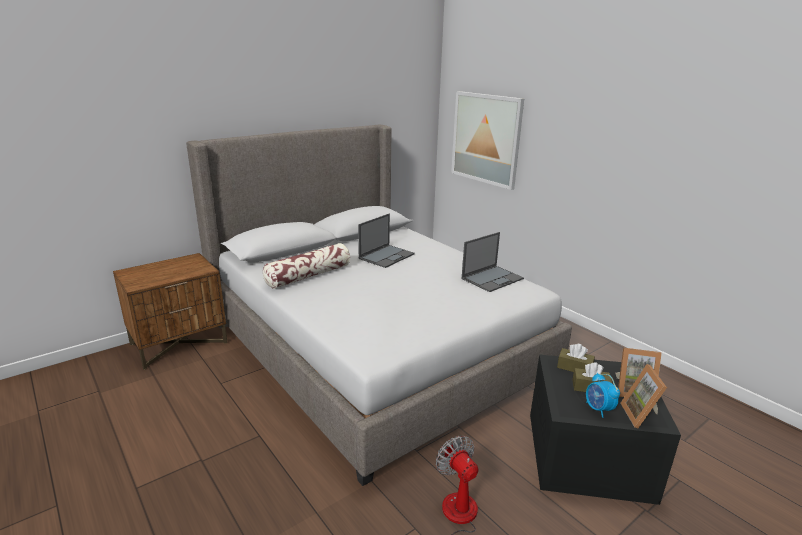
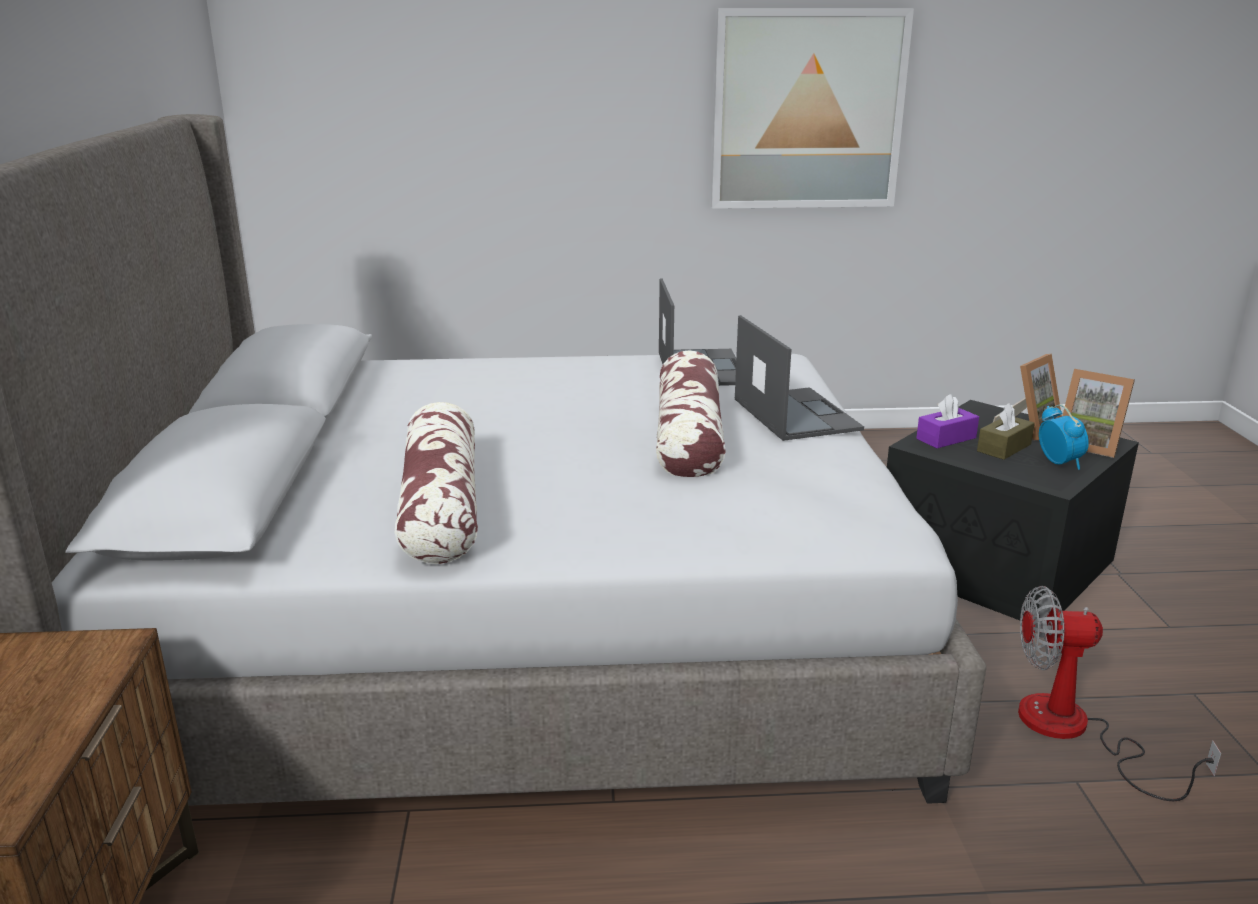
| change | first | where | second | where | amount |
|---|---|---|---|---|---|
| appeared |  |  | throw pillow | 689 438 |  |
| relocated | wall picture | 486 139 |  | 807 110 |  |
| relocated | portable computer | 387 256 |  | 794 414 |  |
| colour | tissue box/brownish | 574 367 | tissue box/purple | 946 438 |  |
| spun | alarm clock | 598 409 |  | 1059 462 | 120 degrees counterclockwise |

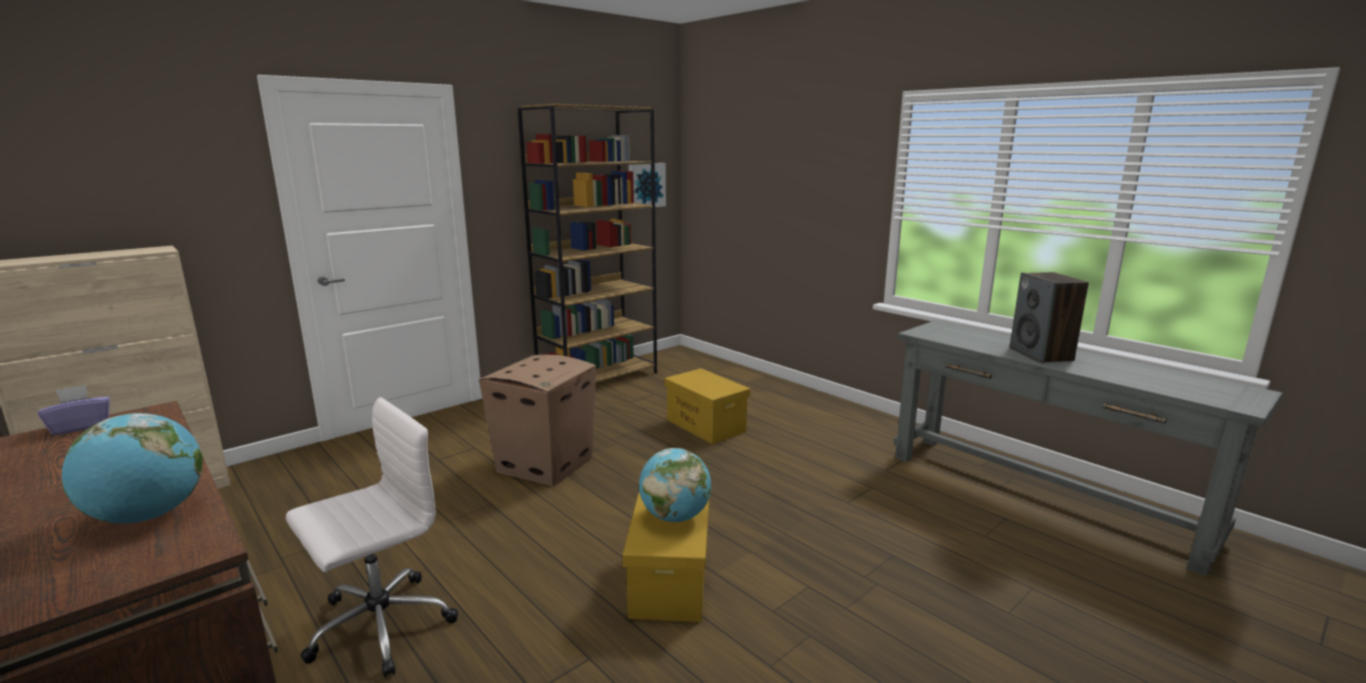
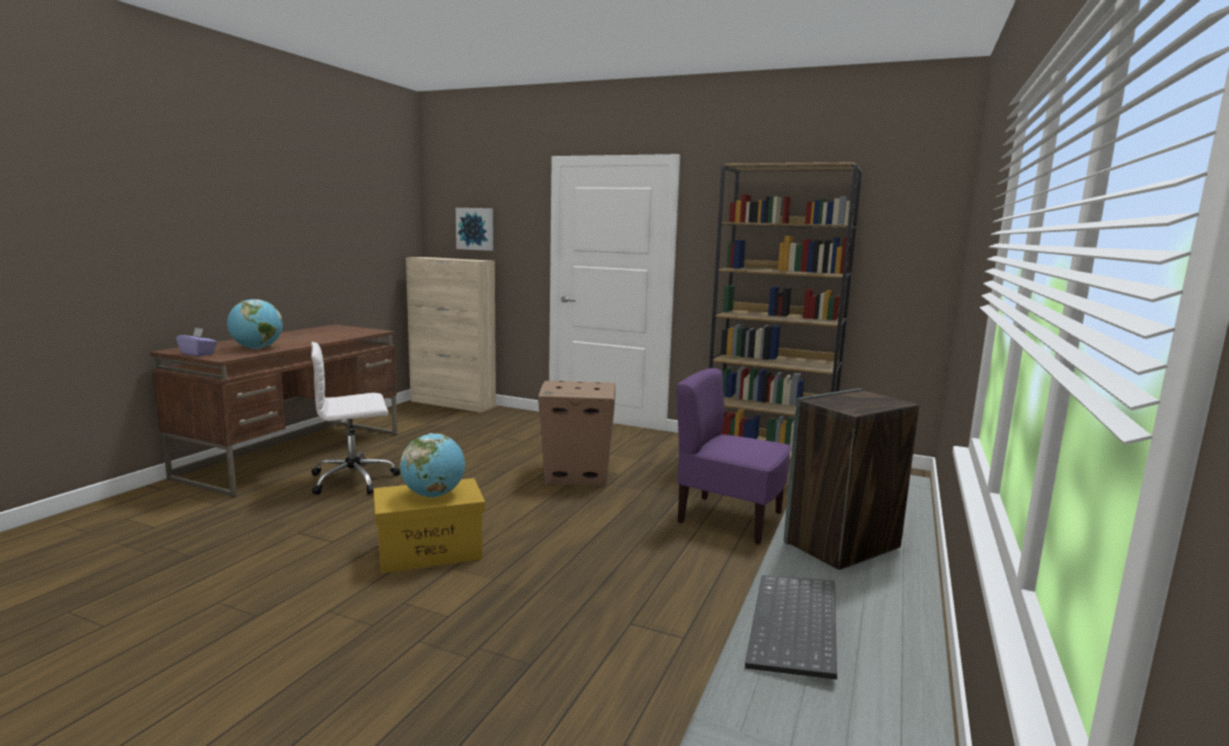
| change | first | where | second | where | amount |
|---|---|---|---|---|---|
| relocated | tissue box/purple | 81 426 |  | 198 354 |  |
| spun | computer chair/white | 378 626 |  | 355 479 | 135 degrees clockwise |
| relocated | wall picture | 646 185 |  | 475 229 |  |
| exchanged | storage bin/yellow | 705 425 | upright chair/purple | 729 519 |  |
| appeared |  |  | keyboard | 797 628 |  |

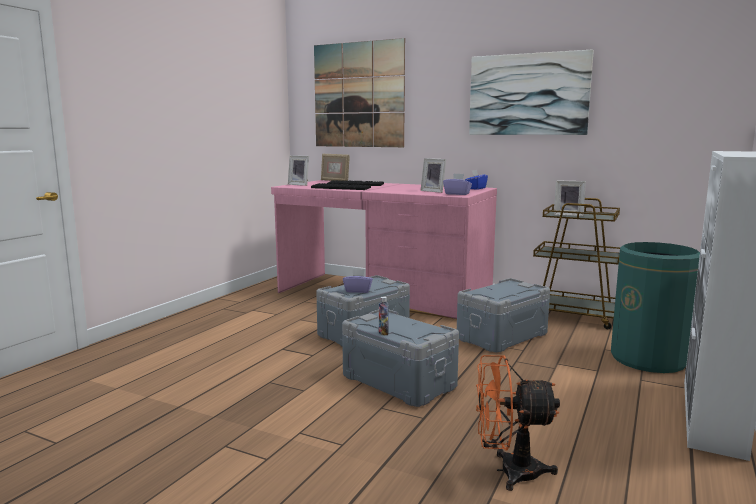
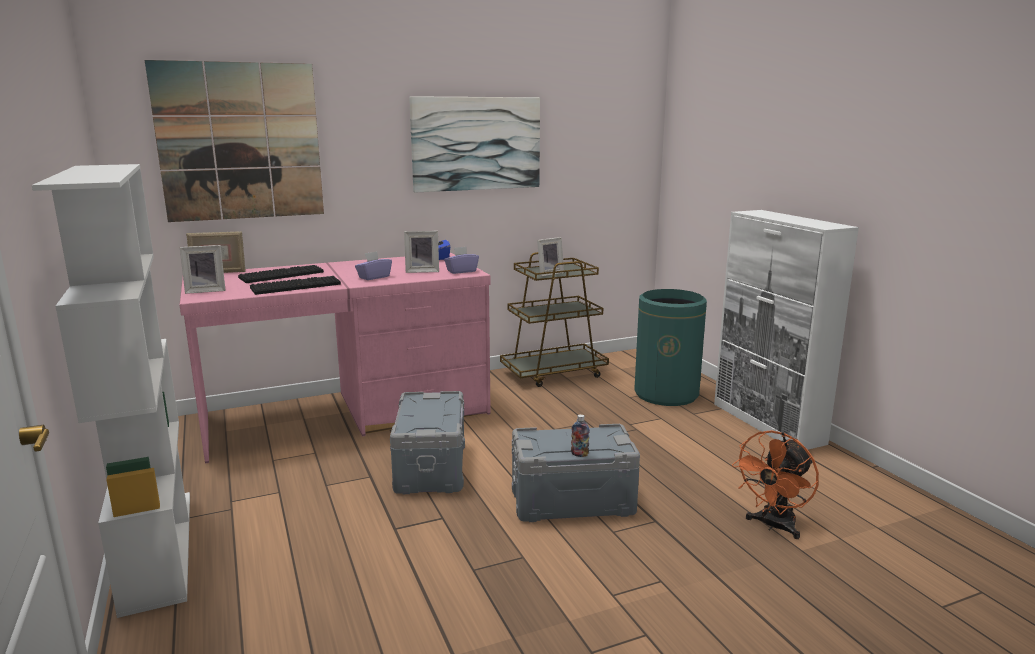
| change | first | where | second | where | amount |
|---|---|---|---|---|---|
| appeared |  |  | bookcase/white | 157 547 |  |
| relocated | tissue box/purple | 358 290 |  | 374 277 |  |
| missing | storage bin/greyish | 503 336 |  |  |  |

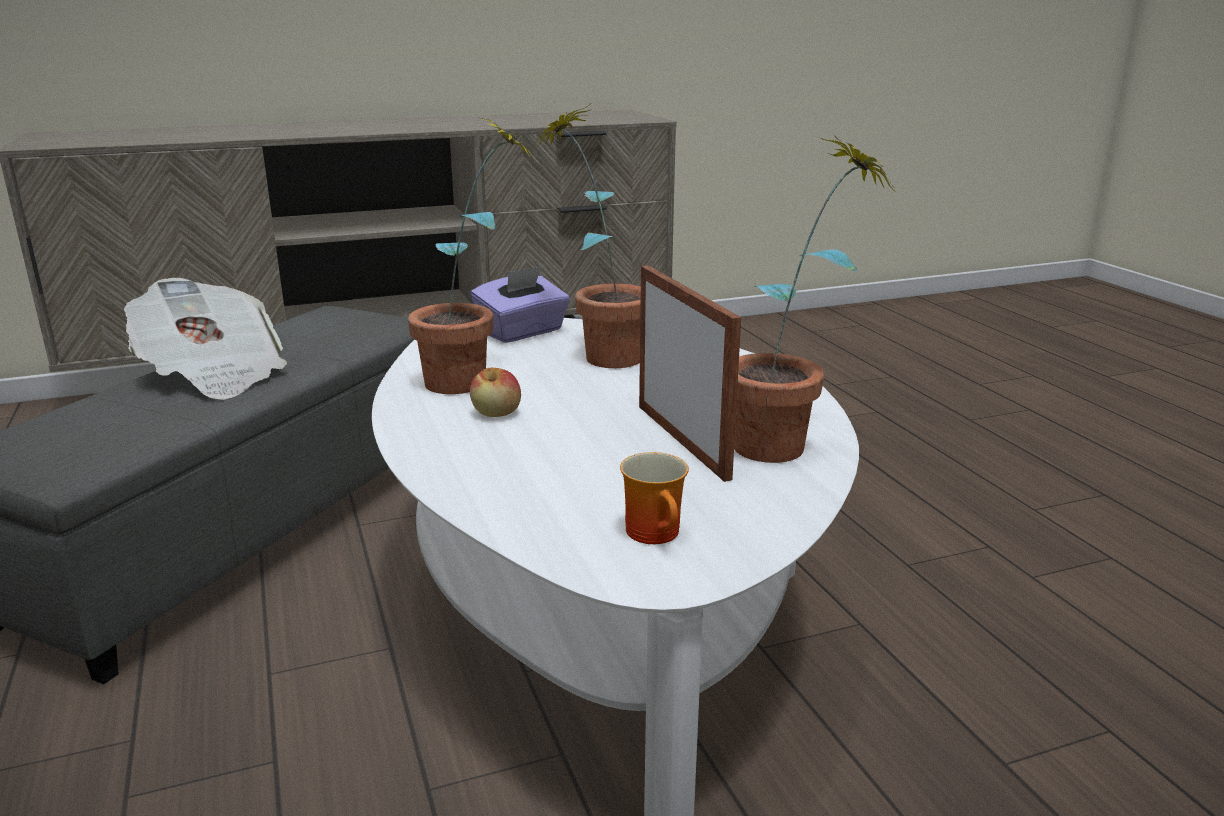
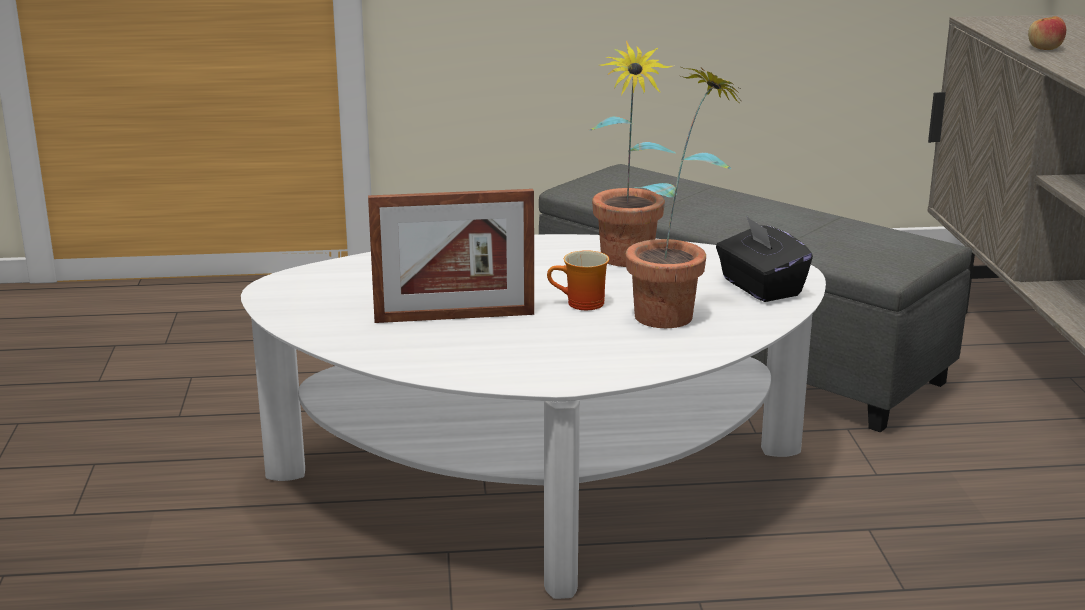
| change | first | where | second | where | amount |
|---|---|---|---|---|---|
| relocated | tea mug | 659 533 |  | 581 304 |  |
| colour | tissue box/purple | 522 332 | tissue box/blackish | 760 288 |  |
| relocated | apple | 496 413 |  | 1044 48 |  |
| missing | daily paper | 213 375 |  |  |  |
| missing | plant in a pot | 789 444 |  |  |  |

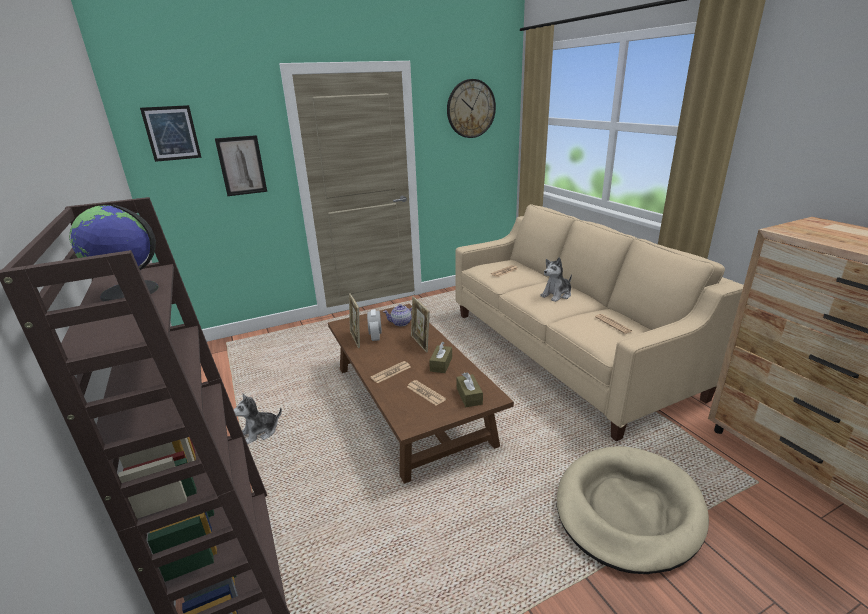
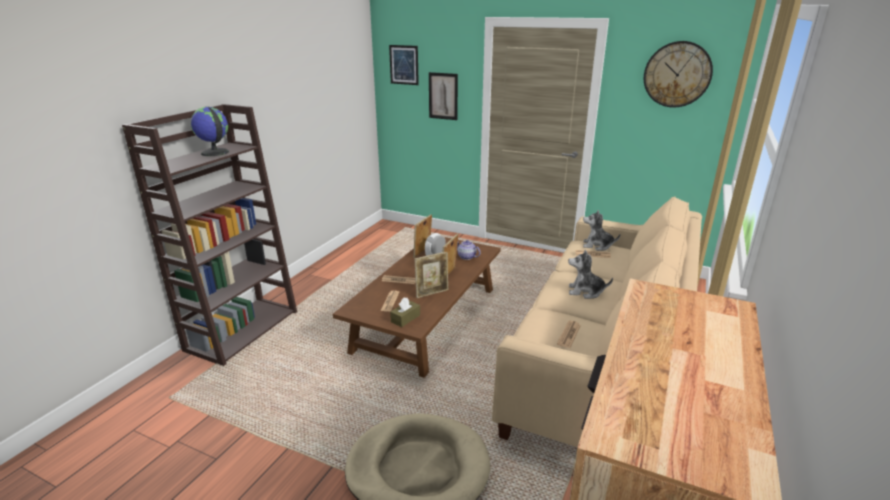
| change | first | where | second | where | amount |
|---|---|---|---|---|---|
| exchanged | tissue box/brownish | 441 364 | picture frame | 432 293 |  |
| relocated | cuddly toy | 260 432 |  | 597 246 |  |

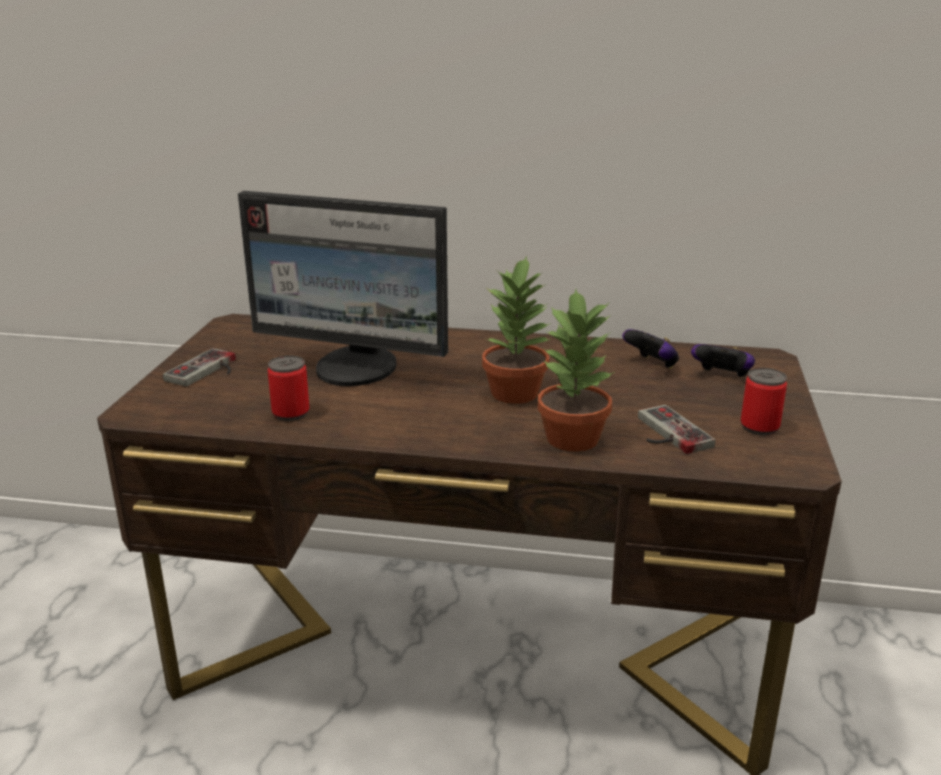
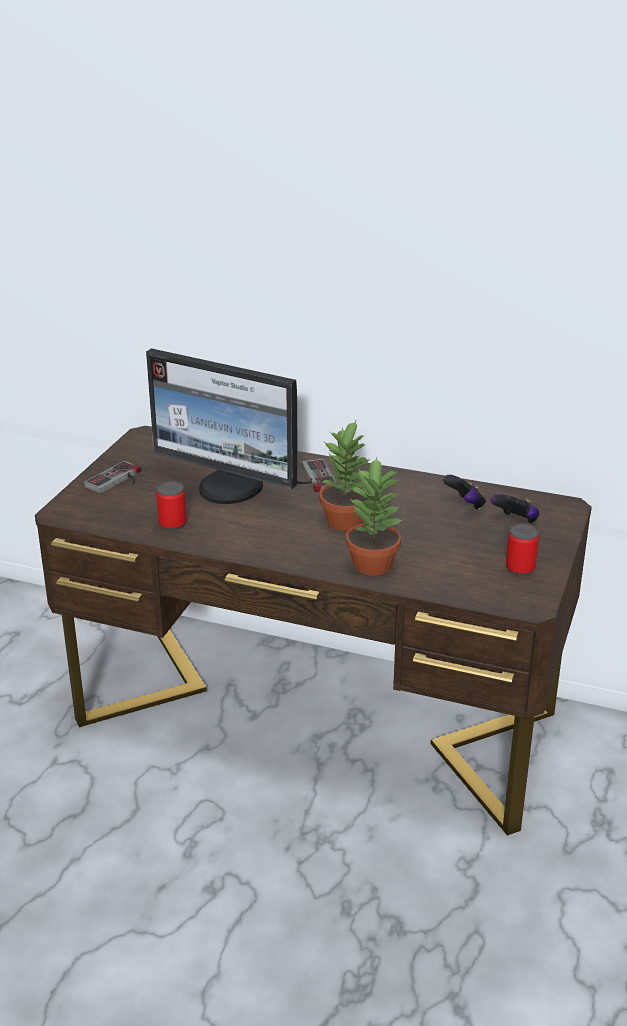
| change | first | where | second | where | amount |
|---|---|---|---|---|---|
| relocated | joypad | 666 434 |  | 312 478 |  |

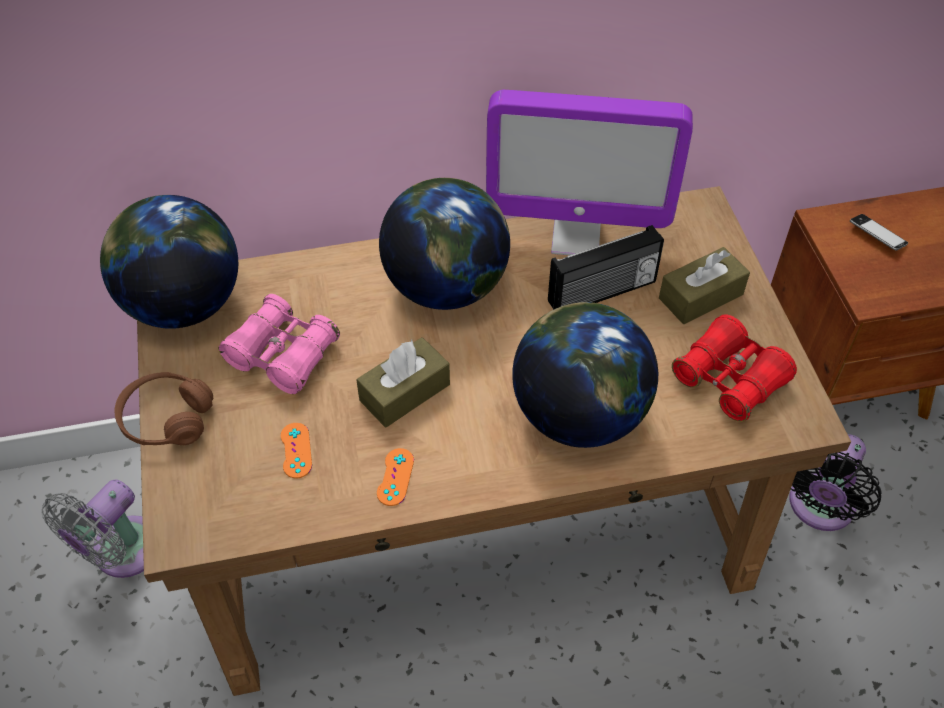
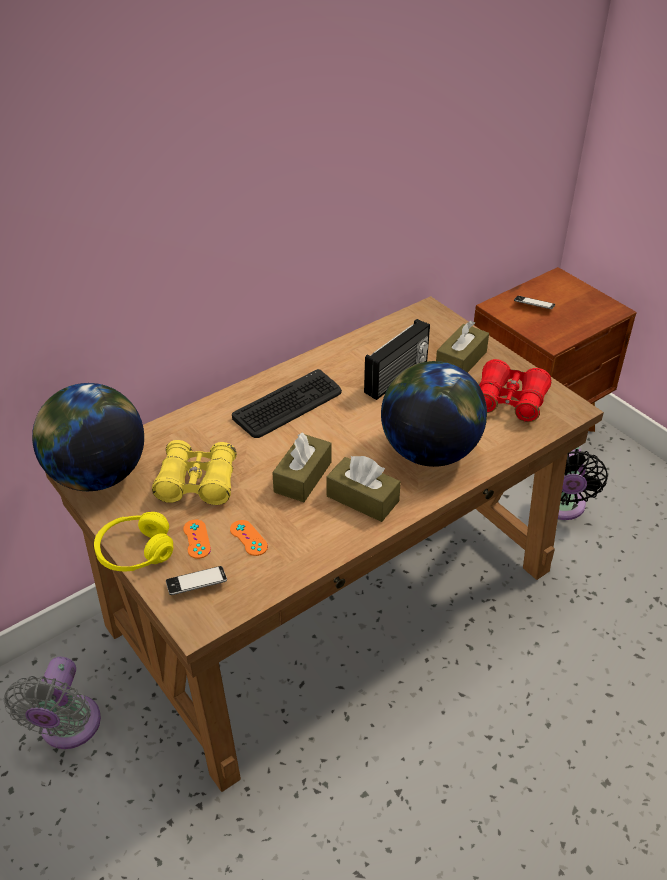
| change | first | where | second | where | amount |
|---|---|---|---|---|---|
| colour | headphones/brownish | 167 419 | headphones/yellow | 135 552 |  |
| colour | field glasses/pink | 283 355 | field glasses/yellow | 197 483 |  |
| appeared |  |  | telephone | 196 584 |  |
| relocated | joypad/orange-coloured | 395 477 |  | 197 539 |  |
| exchanged | world globe | 446 286 | keyboard | 288 405 |  |
| appeared |  |  | tissue box/brownish | 362 498 |  |
| missing | monitor | 576 237 |  |  |  |

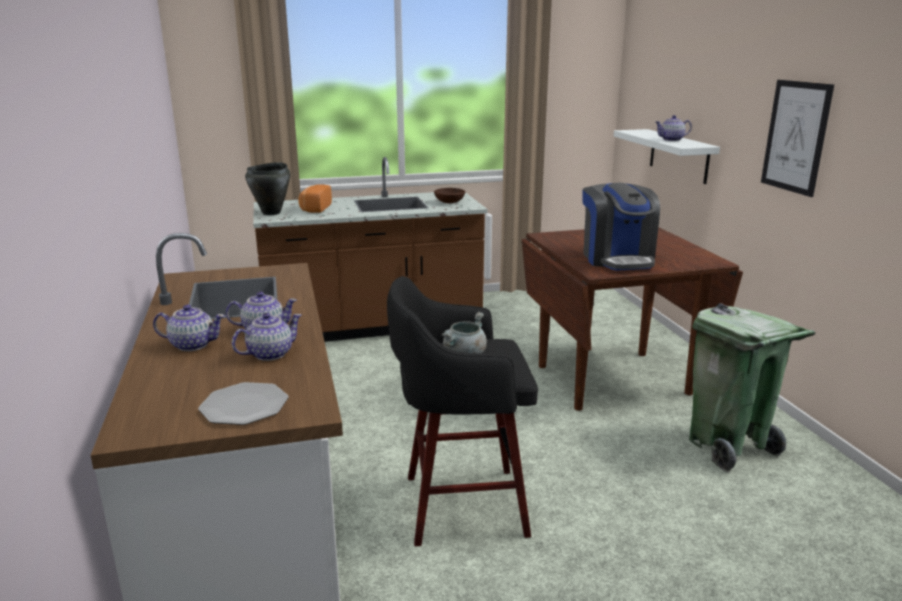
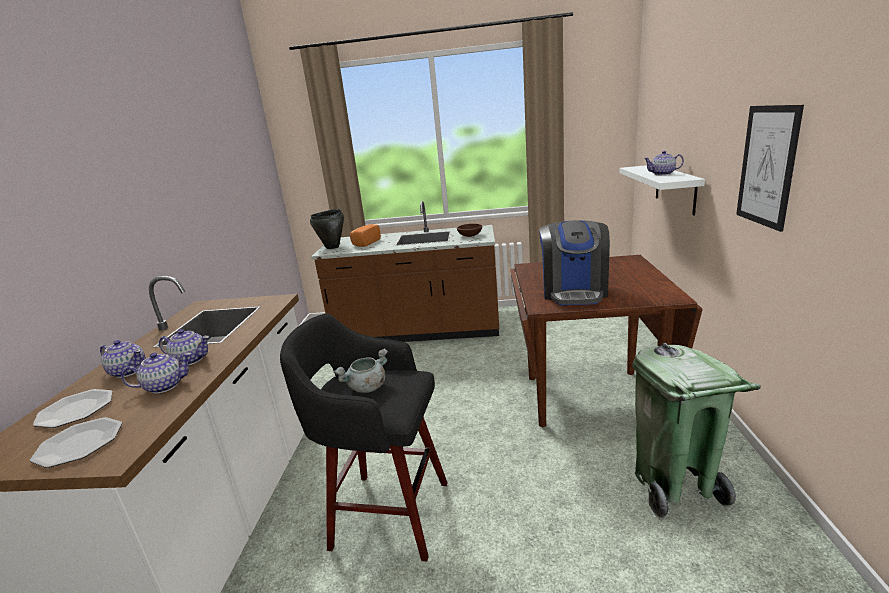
| change | first | where | second | where | amount |
|---|---|---|---|---|---|
| appeared |  |  | dinner plate | 76 410 |  |

